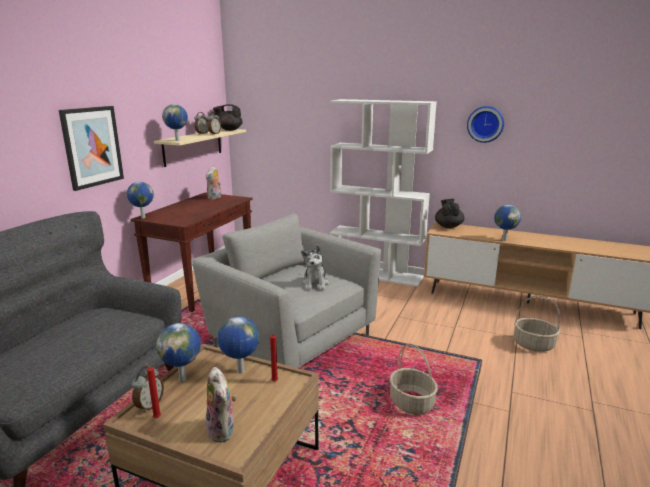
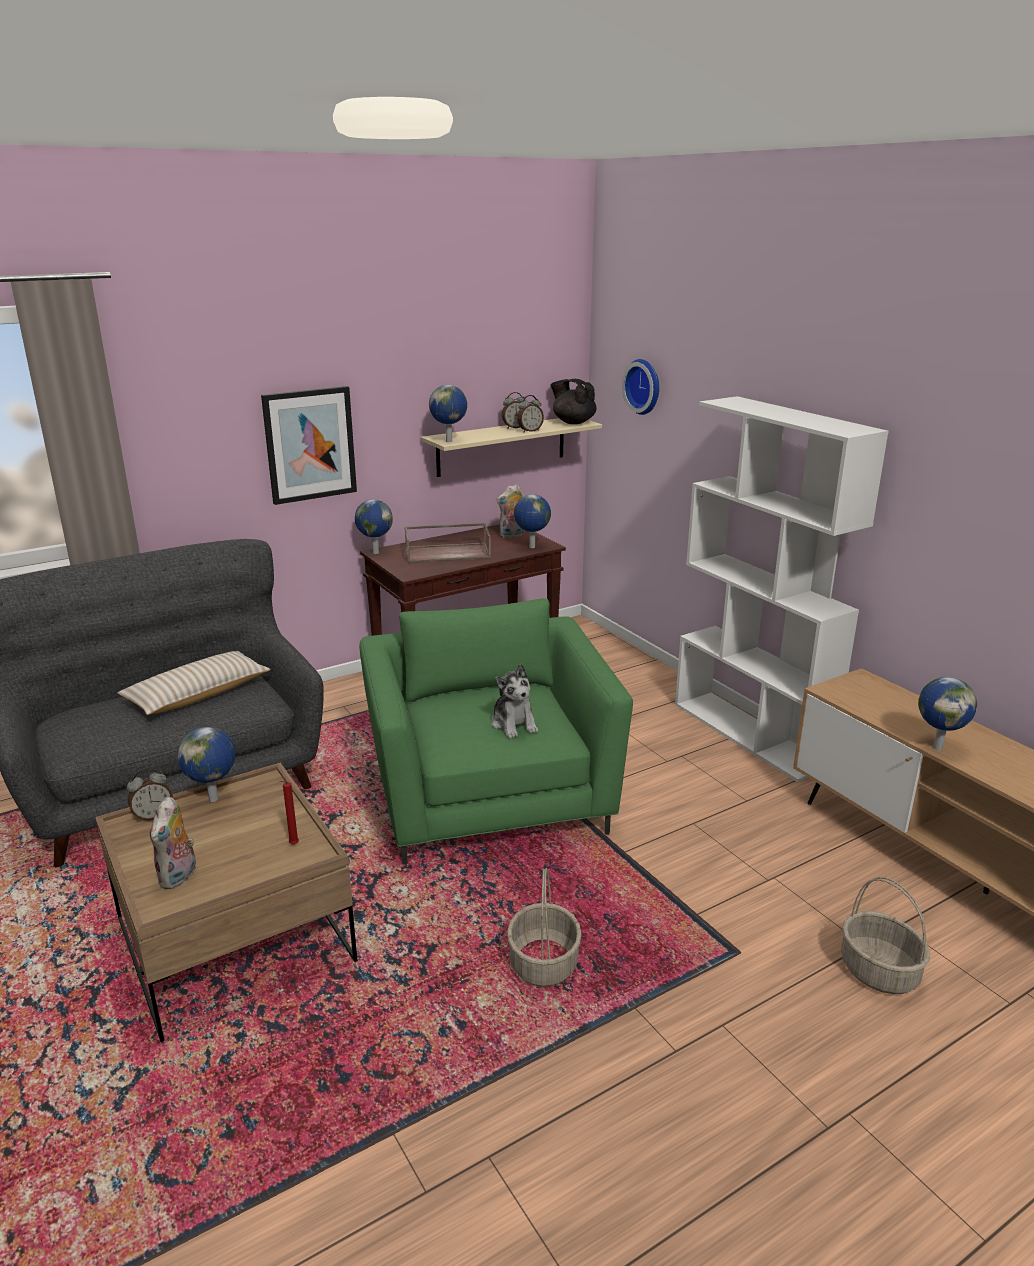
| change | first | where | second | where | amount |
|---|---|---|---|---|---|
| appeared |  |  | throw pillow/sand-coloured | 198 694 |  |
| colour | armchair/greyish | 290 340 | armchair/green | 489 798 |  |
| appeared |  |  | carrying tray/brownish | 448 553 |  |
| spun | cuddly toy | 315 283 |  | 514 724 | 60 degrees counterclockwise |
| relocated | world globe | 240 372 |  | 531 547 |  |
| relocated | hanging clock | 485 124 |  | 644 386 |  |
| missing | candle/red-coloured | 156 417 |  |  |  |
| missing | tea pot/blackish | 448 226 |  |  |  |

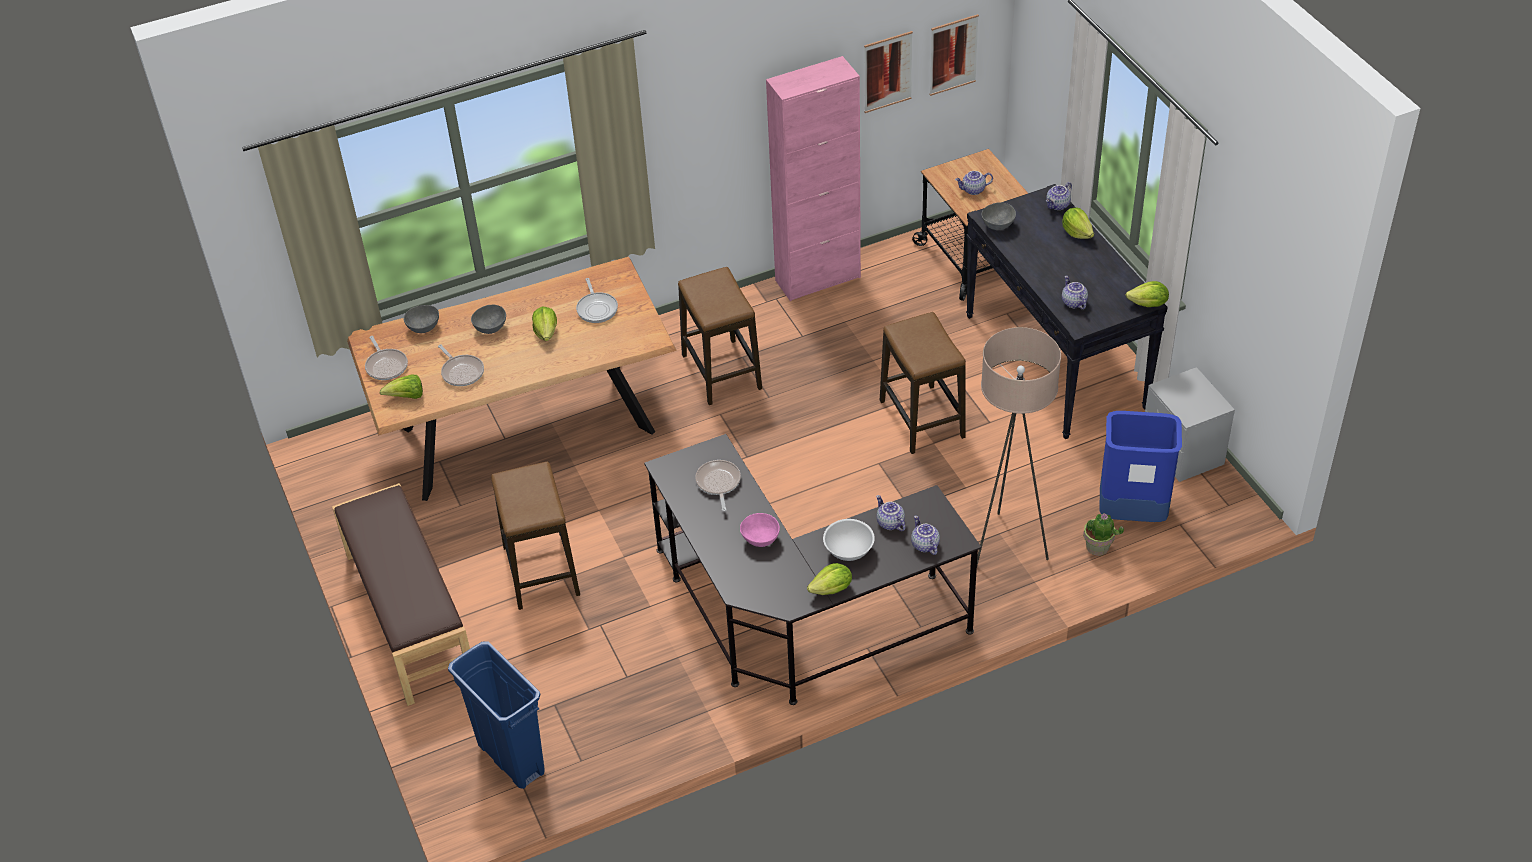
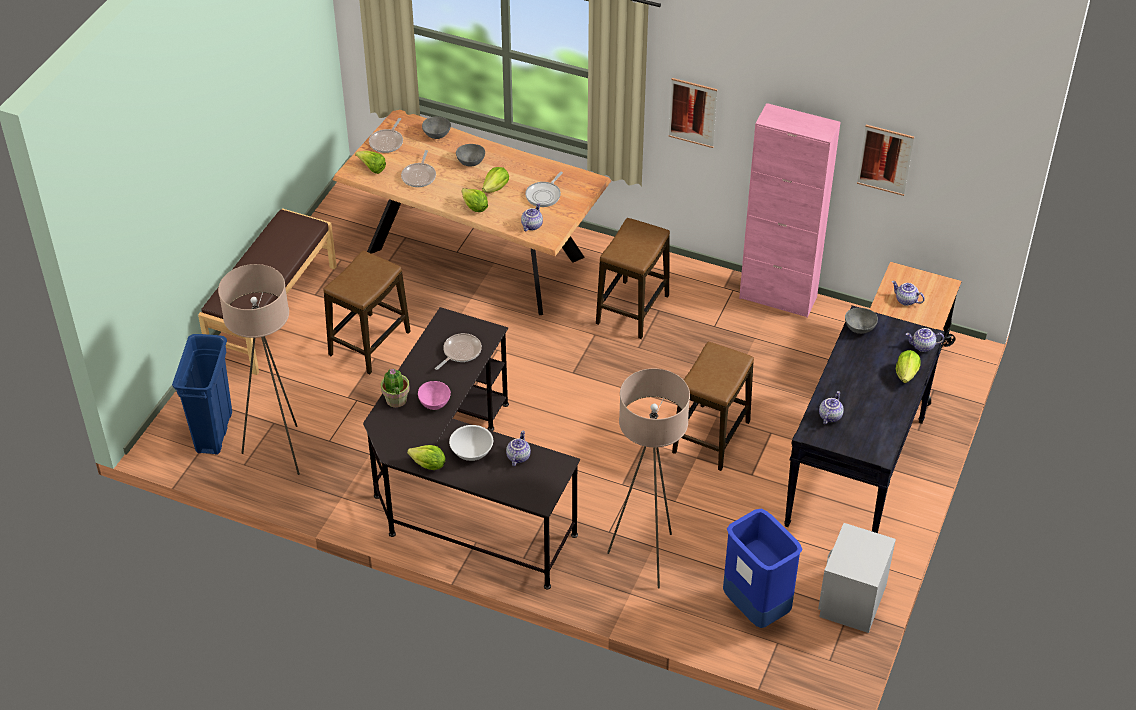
| change | first | where | second | where | amount |
|---|---|---|---|---|---|
| appeared |  |  | standing lamp/sand-coloured | 279 451 |  |
| relocated | plant in a pot | 1098 547 |  | 396 400 |  |
| relocated | lettuce head | 1148 304 |  | 475 208 |  |
| relocated | tea pot | 924 545 |  | 531 225 |  |
| relocated | wall picture | 953 55 |  | 692 112 |  |

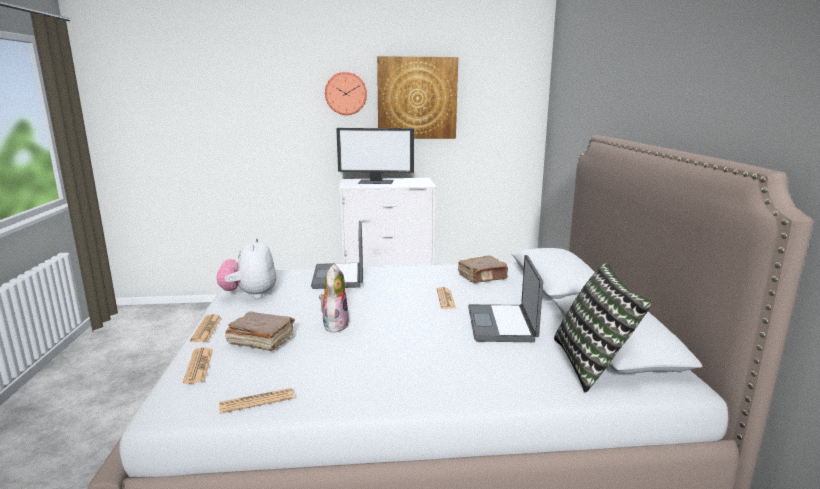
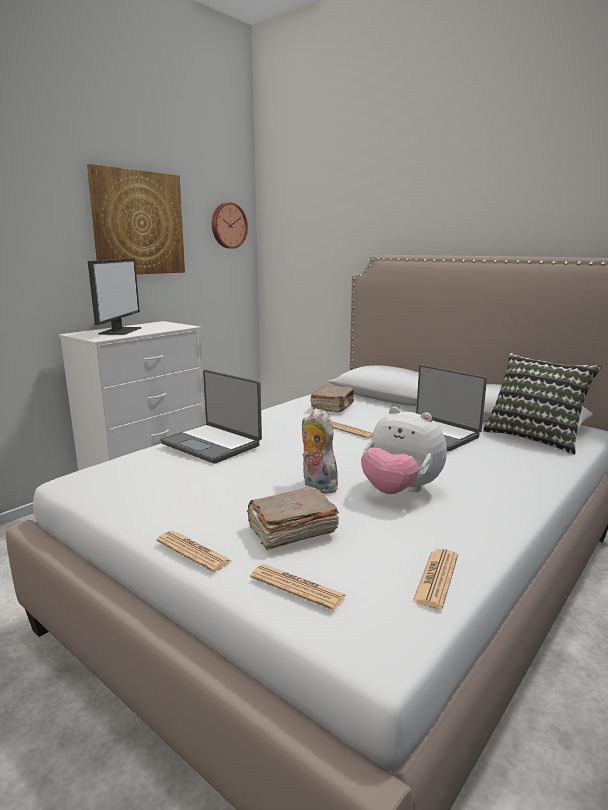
| change | first | where | second | where | amount |
|---|---|---|---|---|---|
| spun | monitor | 376 181 |  | 119 331 | 45 degrees counterclockwise |
| relocated | hanging clock | 346 93 |  | 228 225 |  |
| relocated | cuddly toy | 250 295 |  | 400 491 |  |

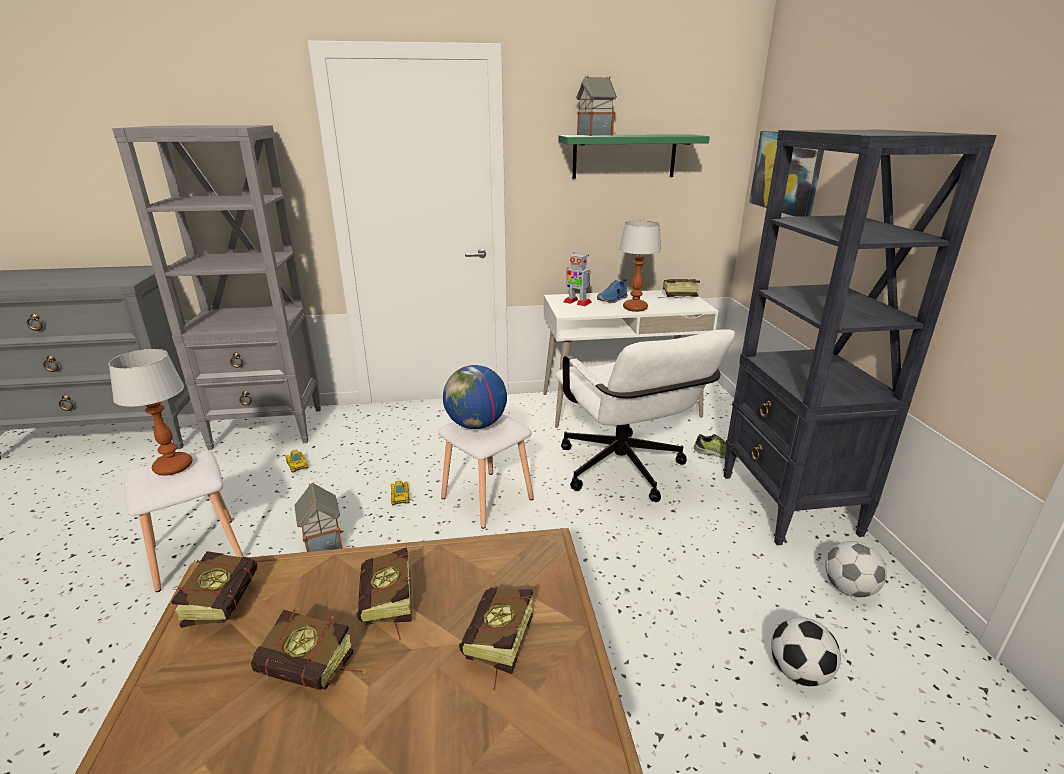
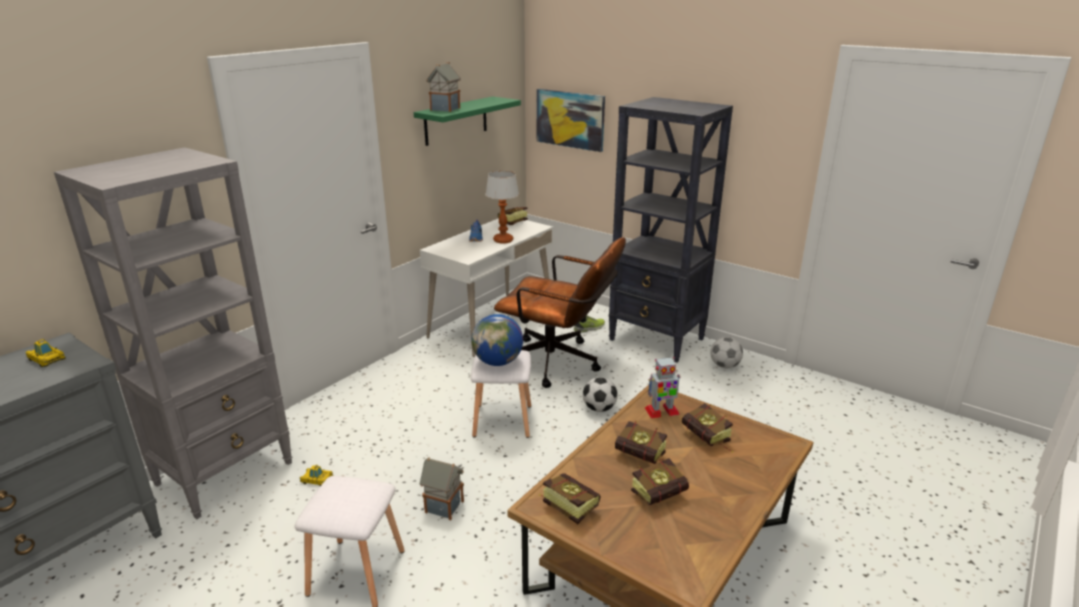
| change | first | where | second | where | amount |
|---|---|---|---|---|---|
| relocated | model car | 400 496 |  | 47 359 |  |
| colour | computer chair/white | 626 473 | computer chair/brownish | 559 364 |  |
| relocated | ball for football | 798 673 |  | 599 409 |  |
| relocated | robot figure | 577 302 |  | 661 411 |  |
| missing | table lamp | 174 467 |  |  |  |

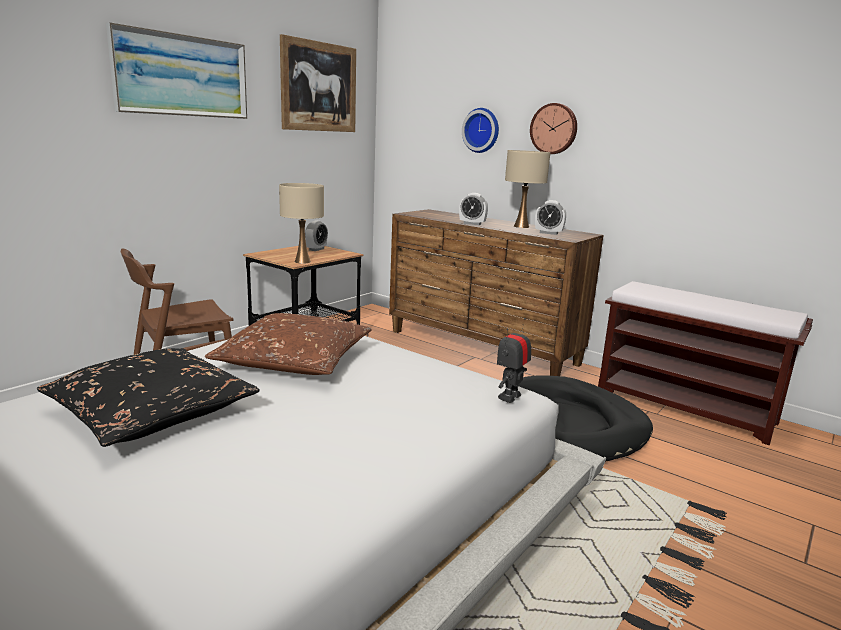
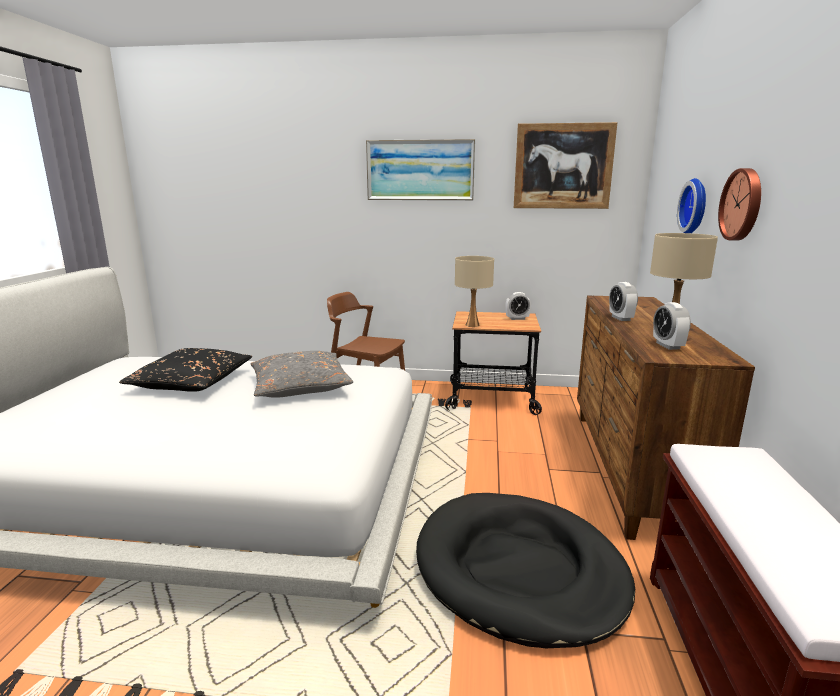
| change | first | where | second | where | amount |
|---|---|---|---|---|---|
| colour | throw pillow/brownish | 294 360 | throw pillow/greyish | 300 386 |  |
| missing | robot figure | 510 397 |  |  |  |

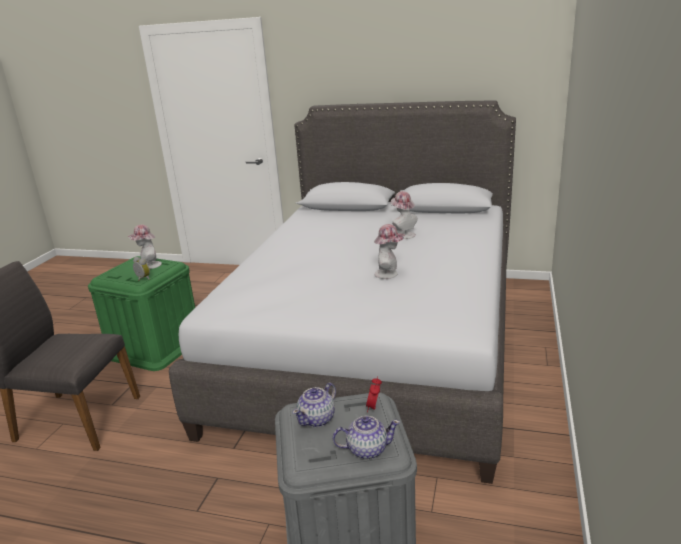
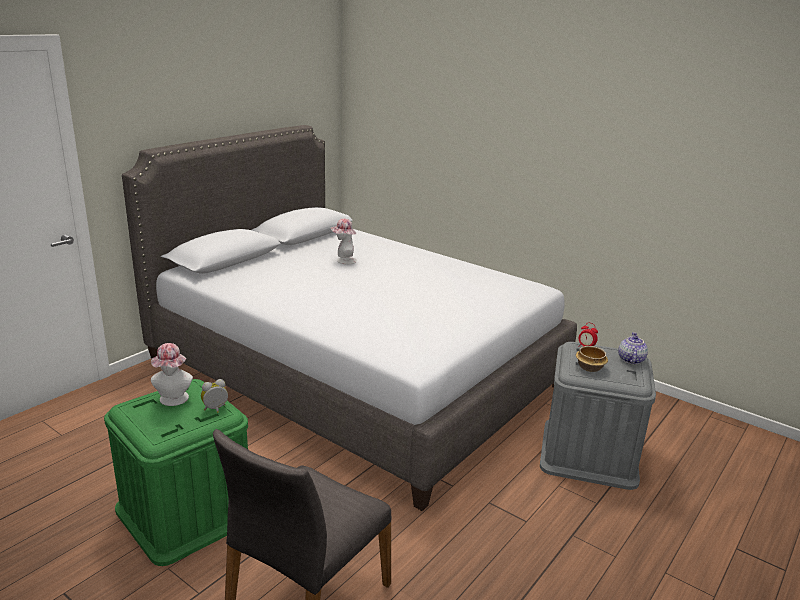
| change | first | where | second | where | amount |
|---|---|---|---|---|---|
| exchanged | tea pot | 317 419 | serving bowl | 590 367 |  |
| missing | clothing hat | 389 274 |  |  |  |

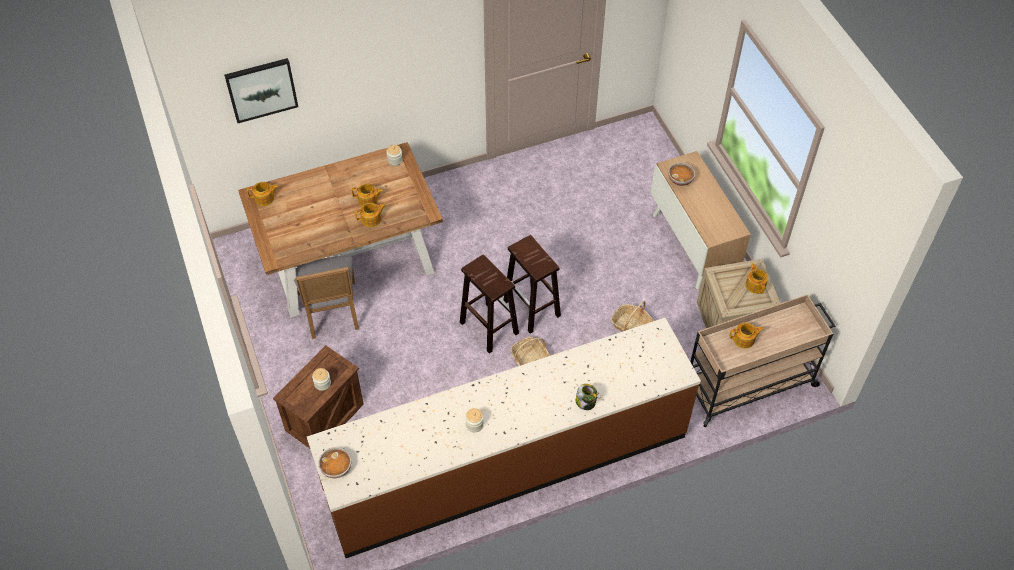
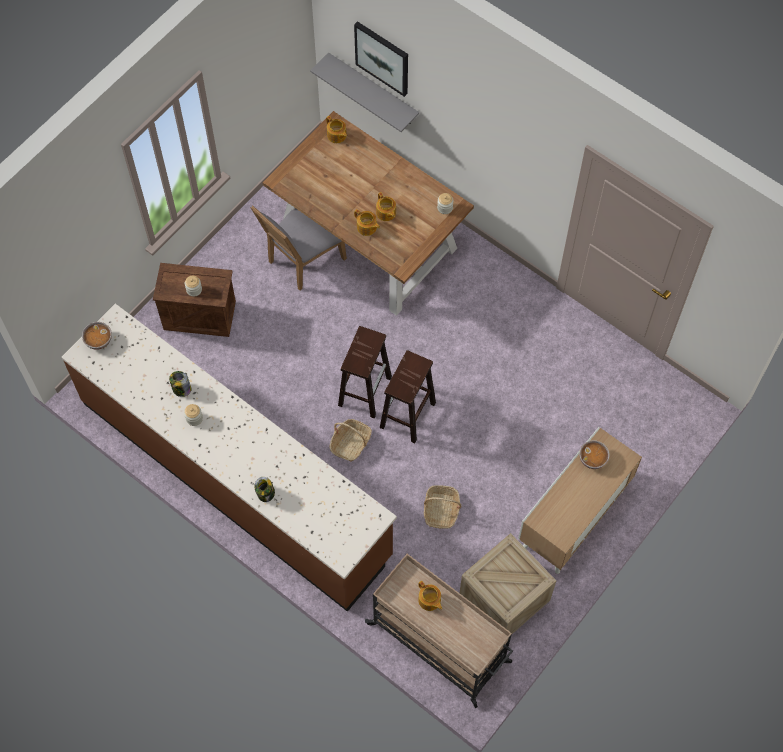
| change | first | where | second | where | amount |
|---|---|---|---|---|---|
| appeared |  |  | preserve jar | 181 389 |  |
| appeared |  |  | bracket shelf/greyish | 373 90 |  |
| missing | tea pot | 755 285 |  |  |  |

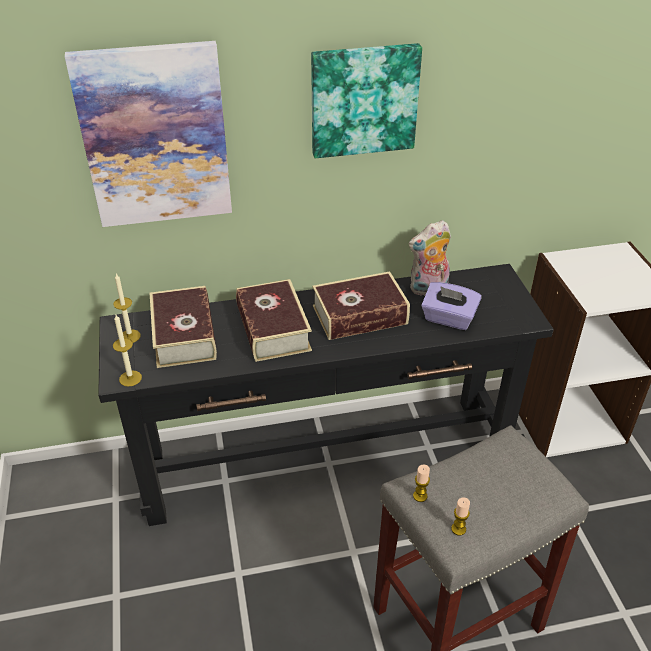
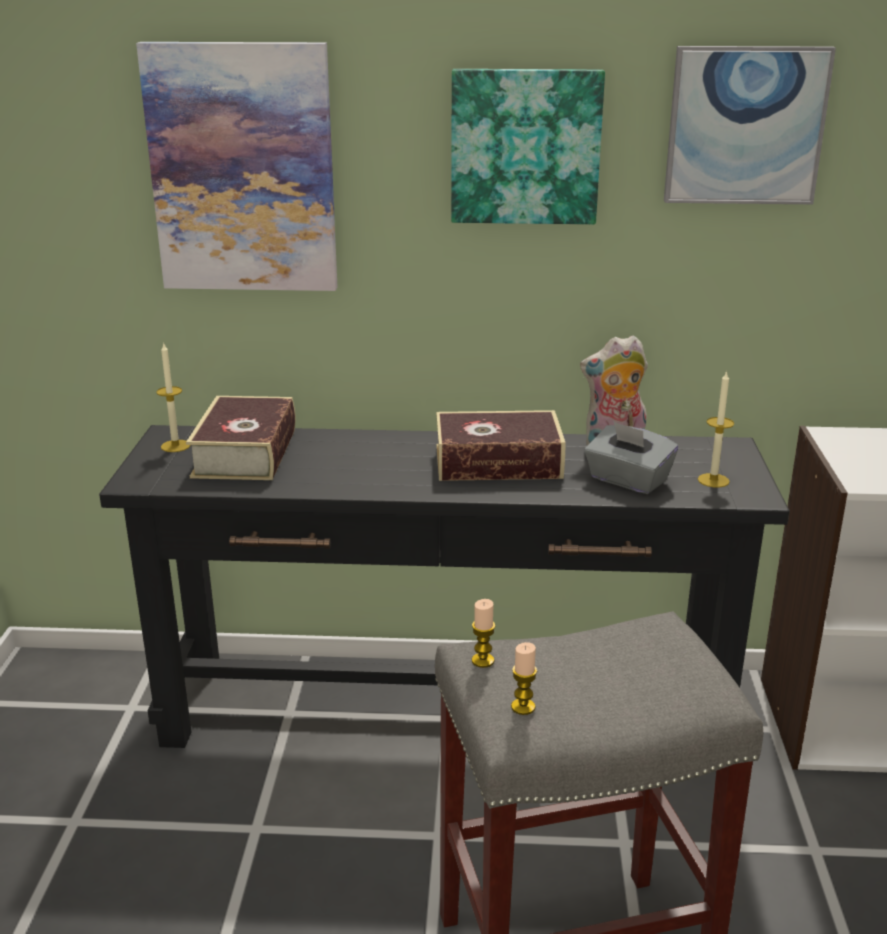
| change | first | where | second | where | amount |
|---|---|---|---|---|---|
| colour | tissue box/purple | 448 319 | tissue box/greyish | 627 480 |  |
| appeared |  |  | wall picture | 745 126 |  |
| relocated | candle | 130 378 |  | 713 480 |  |
| missing | bound book | 273 329 |  |  |  |

